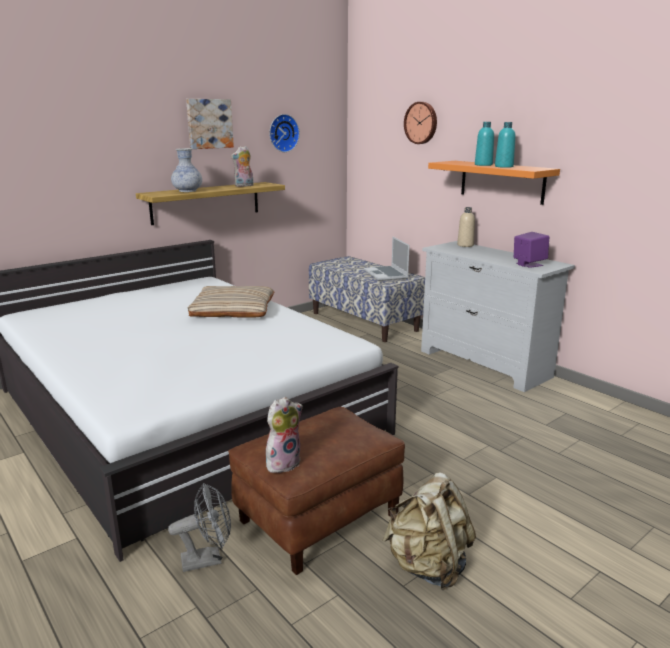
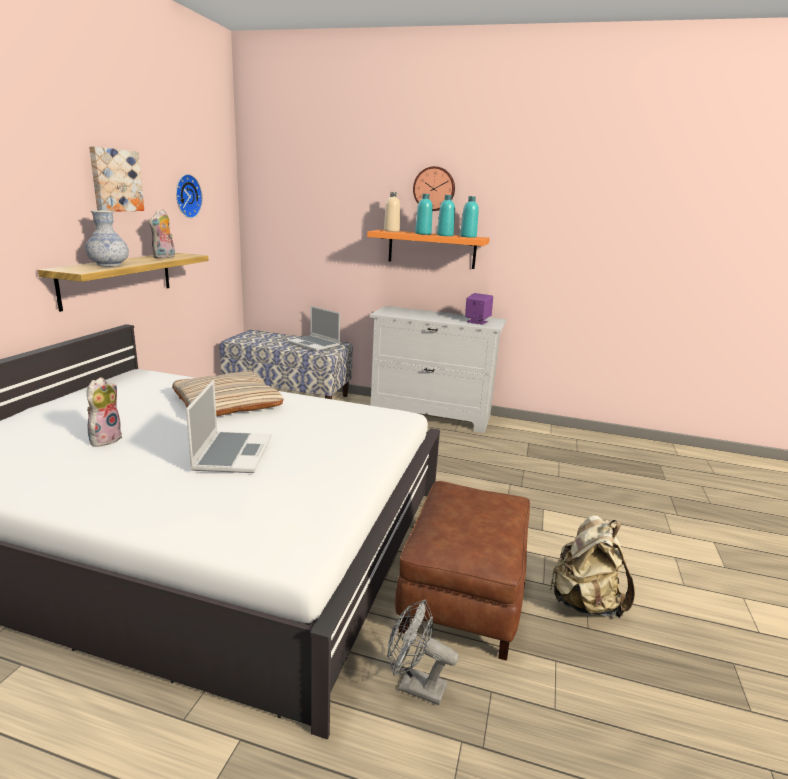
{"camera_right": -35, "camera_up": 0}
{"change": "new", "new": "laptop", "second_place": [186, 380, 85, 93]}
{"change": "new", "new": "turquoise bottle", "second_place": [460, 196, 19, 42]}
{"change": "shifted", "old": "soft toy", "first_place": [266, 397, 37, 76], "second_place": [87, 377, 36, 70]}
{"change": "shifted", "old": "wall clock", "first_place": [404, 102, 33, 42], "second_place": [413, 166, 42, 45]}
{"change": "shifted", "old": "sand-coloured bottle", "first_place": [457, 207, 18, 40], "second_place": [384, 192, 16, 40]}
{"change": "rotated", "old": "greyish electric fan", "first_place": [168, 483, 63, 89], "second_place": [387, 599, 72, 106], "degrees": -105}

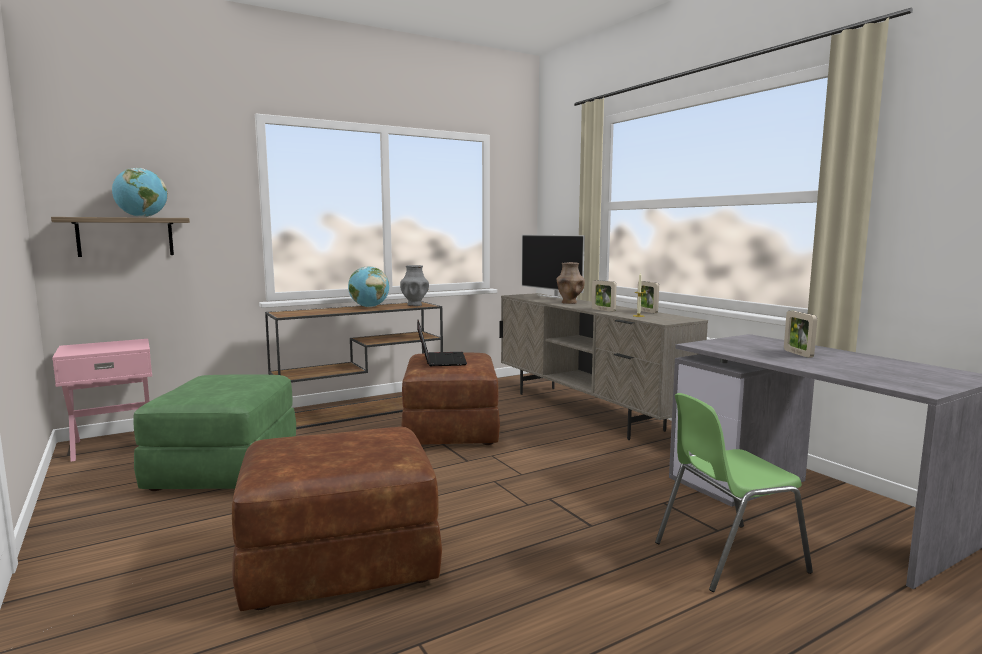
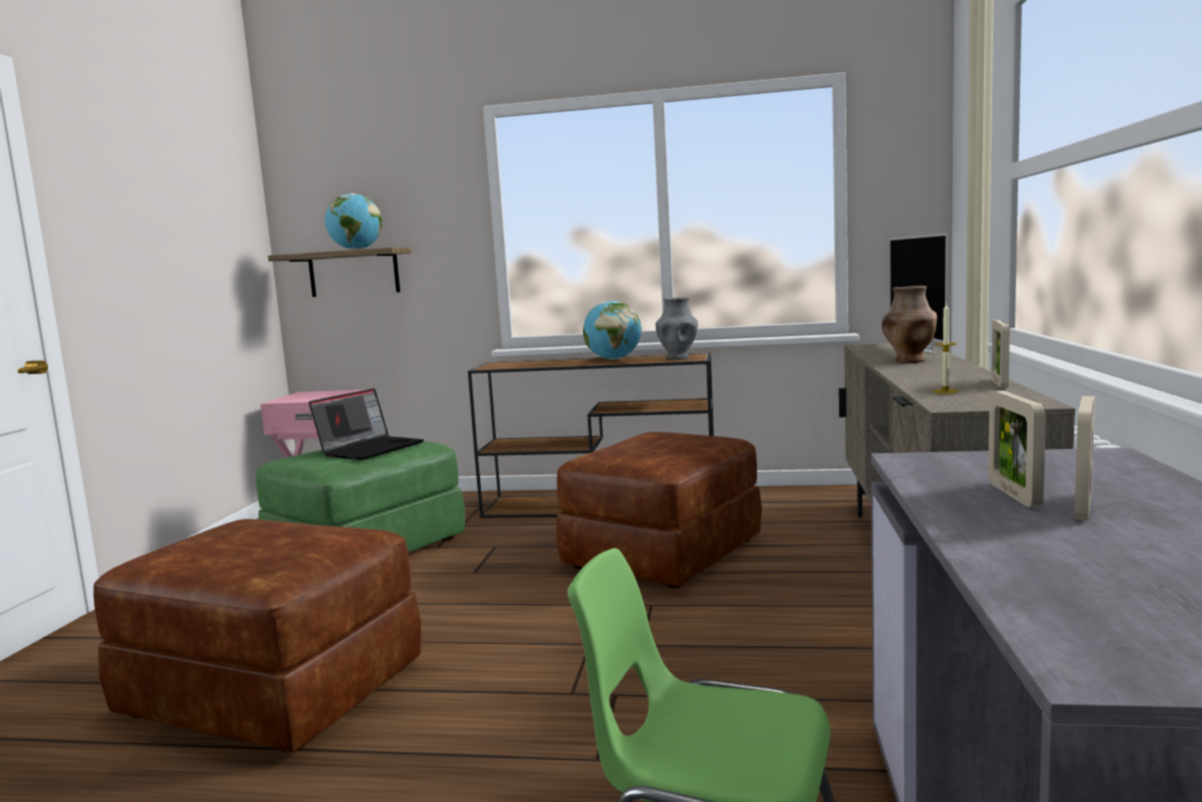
{"camera_right": 40, "camera_up": 0}
{"change": "shifted", "old": "laptop", "first_place": [417, 320, 50, 46], "second_place": [309, 388, 115, 72]}
{"change": "shifted", "old": "photo frame", "first_place": [592, 280, 25, 32], "second_place": [988, 391, 58, 116]}

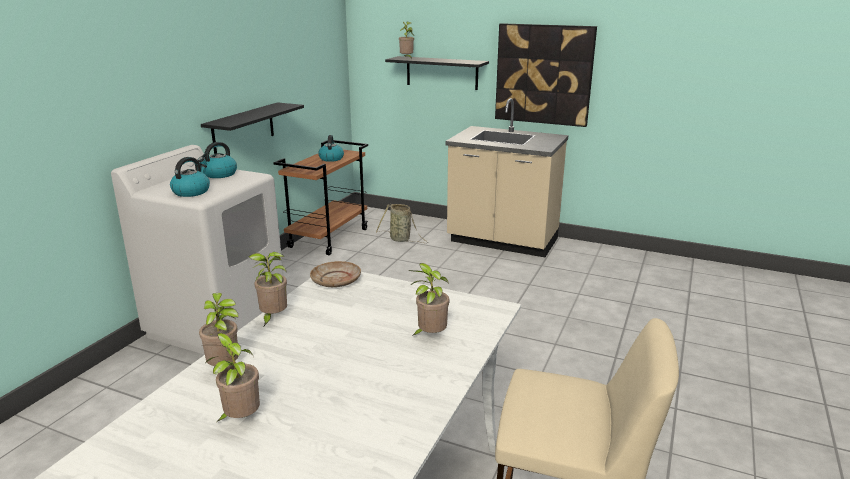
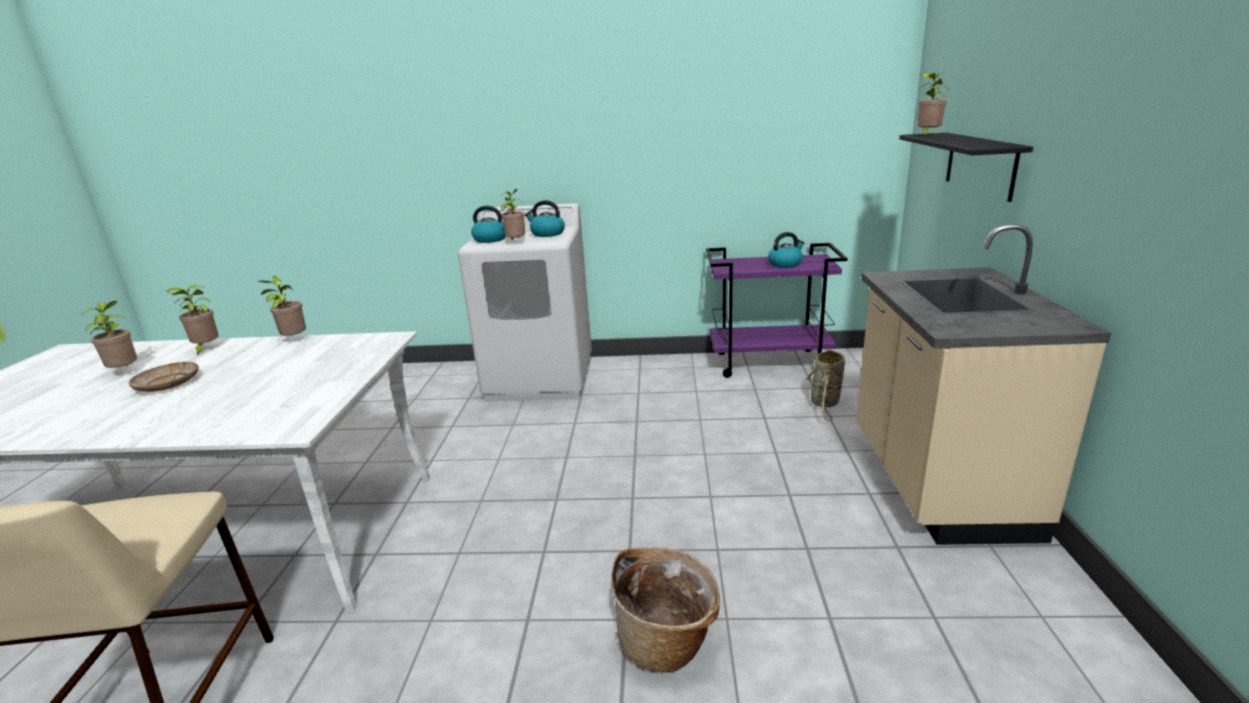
{"camera_right": 70, "camera_up": 0}
{"change": "gone", "old": "blackish wall shelf", "first_place": [201, 102, 103, 52]}
{"change": "gone", "old": "wall art", "first_place": [495, 23, 102, 104]}
{"change": "new", "new": "household basket", "second_place": [611, 547, 109, 126]}
{"change": "shifted", "old": "sand-coloured flat dish", "first_place": [310, 261, 51, 26], "second_place": [129, 362, 70, 30]}
{"change": "shifted", "old": "potted plant", "first_place": [409, 263, 40, 73], "second_place": [500, 189, 25, 51]}
{"change": "repainted", "old": "brown-coloured wheeled cart", "new": "purplish wheeled cart", "first_place": [273, 140, 95, 115], "second_place": [706, 243, 142, 135]}

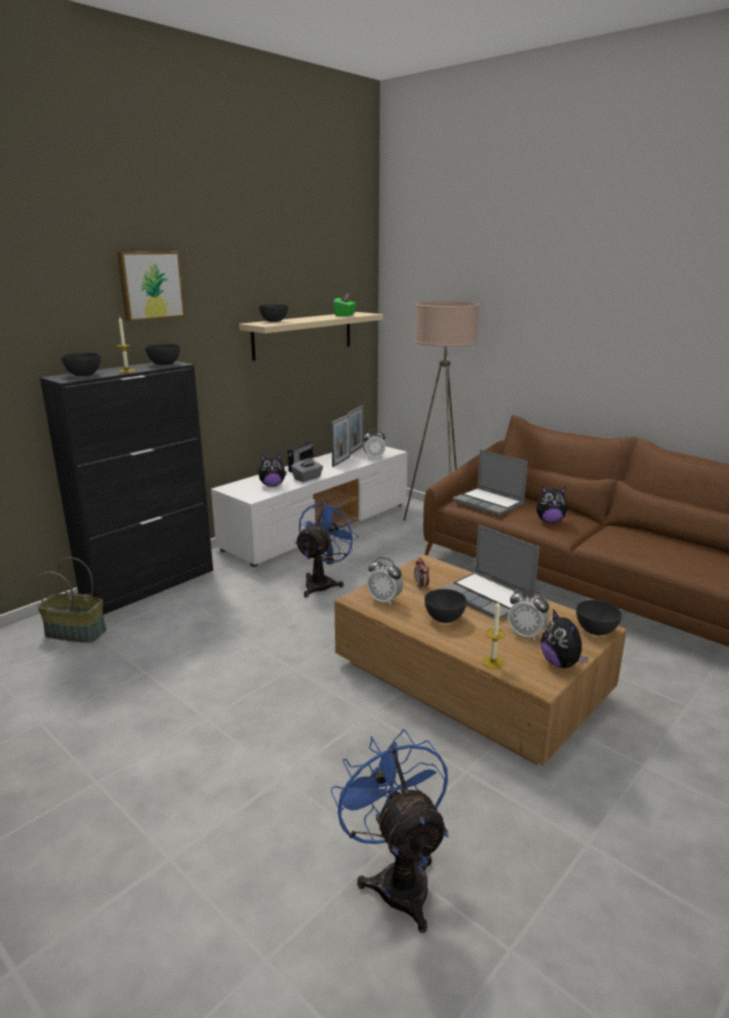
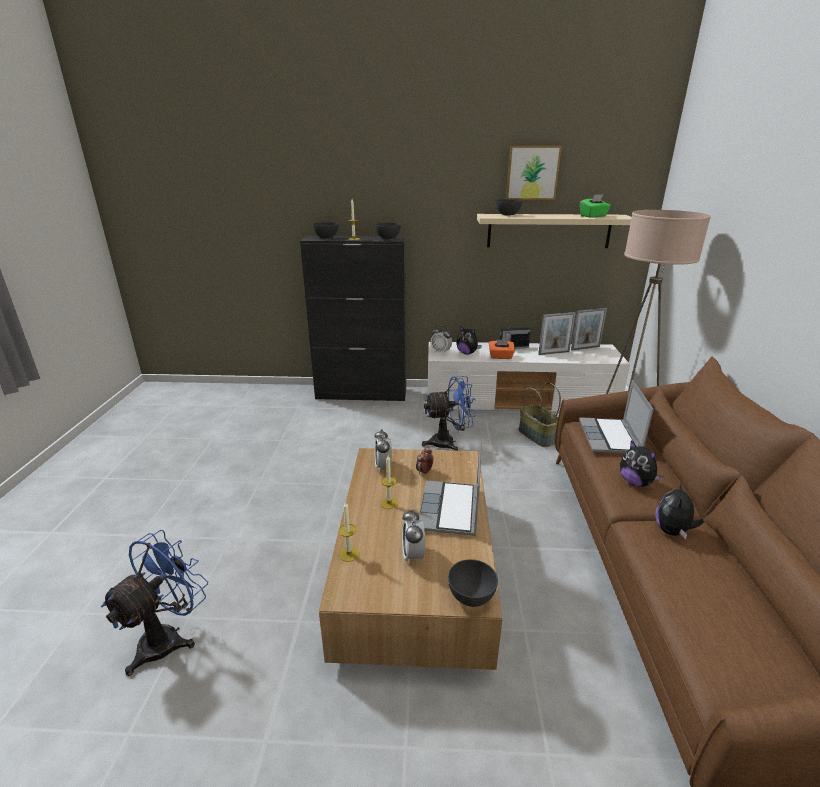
{"camera_right": 50, "camera_up": 5}
{"change": "shifted", "old": "household basket", "first_place": [37, 557, 69, 86], "second_place": [519, 383, 42, 64]}
{"change": "shifted", "old": "wall art", "first_place": [117, 252, 69, 69], "second_place": [506, 146, 56, 54]}
{"change": "shifted", "old": "alarm clock", "first_place": [363, 429, 23, 30], "second_place": [431, 326, 21, 29]}
{"change": "shifted", "old": "soft toy", "first_place": [541, 609, 48, 59], "second_place": [655, 482, 49, 57]}
{"change": "swapped", "old": "greyish bowl", "new": "wax candle", "first_place": [425, 589, 42, 34], "second_place": [380, 455, 18, 54]}
{"change": "repainted", "old": "greyish tissue holder", "new": "orange-coloured tissue holder", "first_place": [291, 457, 32, 25], "second_place": [488, 339, 27, 20]}

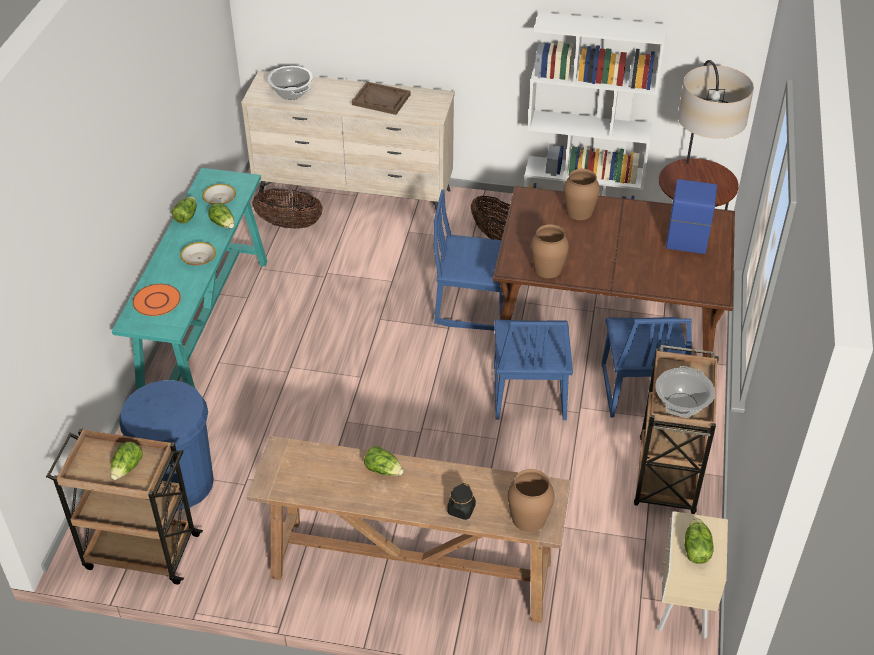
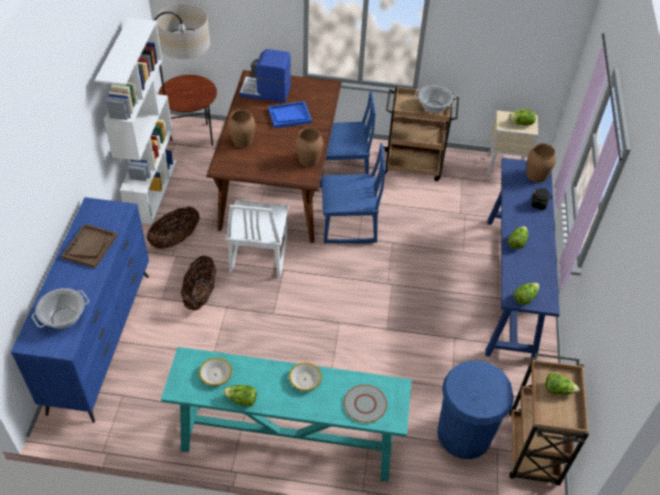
{"camera_right": -95, "camera_up": 5}
{"change": "new", "new": "blue-coloured serving tray", "second_place": [268, 101, 44, 27]}
{"change": "shifted", "old": "head of lettuce", "first_place": [208, 203, 26, 25], "second_place": [514, 283, 25, 21]}
{"change": "shifted", "old": "household basket", "first_place": [252, 188, 71, 41], "second_place": [181, 255, 35, 56]}
{"change": "repainted", "old": "orange-coloured flat dish", "new": "greyish flat dish", "first_place": [132, 284, 49, 32], "second_place": [344, 385, 43, 38]}
{"change": "repainted", "old": "sand-coloured dresser", "new": "blue-coloured dresser", "first_place": [241, 71, 214, 139], "second_place": [11, 197, 138, 226]}
{"change": "repainted", "old": "brown-coloured narrow table", "new": "blue-coloured narrow table", "first_place": [247, 436, 323, 187], "second_place": [485, 158, 75, 202]}
{"change": "repainted", "old": "blue-coloured plain chair", "new": "whitish plain chair", "first_place": [434, 190, 70, 141], "second_place": [226, 200, 63, 78]}

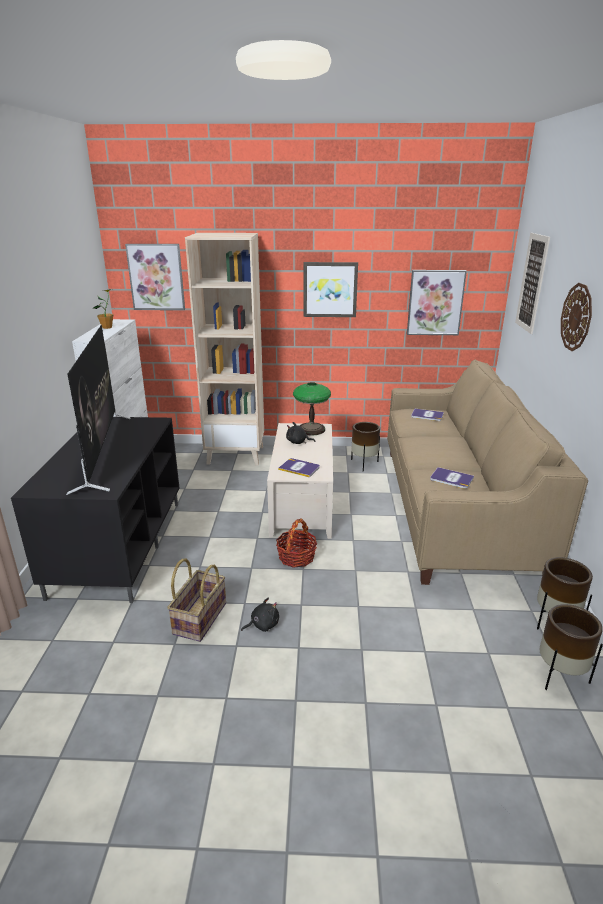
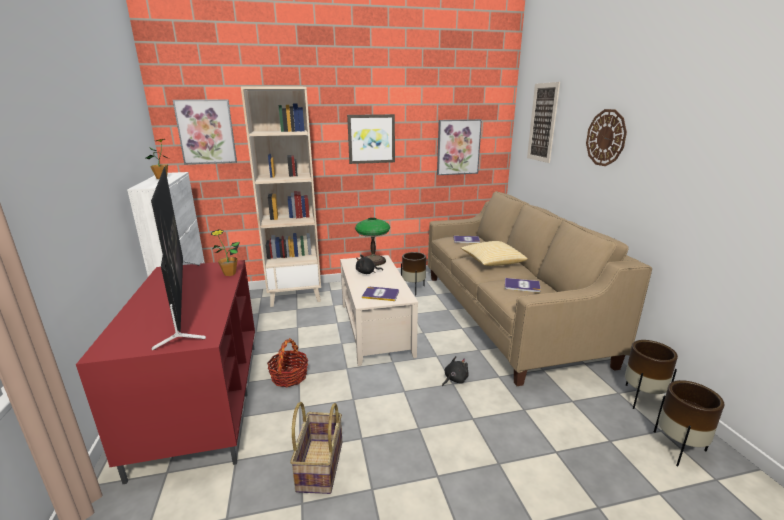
{"camera_right": -15, "camera_up": -5}
{"change": "new", "new": "potted plant", "second_place": [211, 229, 29, 47]}
{"change": "new", "new": "throw pillow", "second_place": [461, 241, 67, 25]}
{"change": "shifted", "old": "blackish soft toy", "first_place": [241, 598, 38, 34], "second_place": [442, 356, 27, 31]}
{"change": "shifted", "old": "household basket", "first_place": [276, 518, 41, 50], "second_place": [267, 338, 41, 49]}
{"change": "repainted", "old": "blackish media console", "new": "red-coloured media console", "first_place": [11, 417, 168, 186], "second_place": [76, 260, 179, 224]}

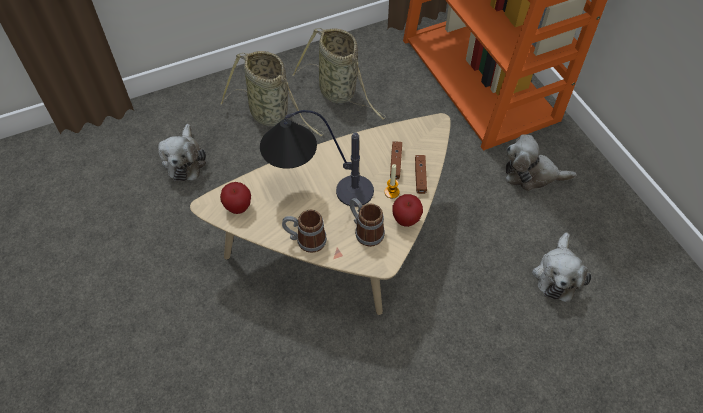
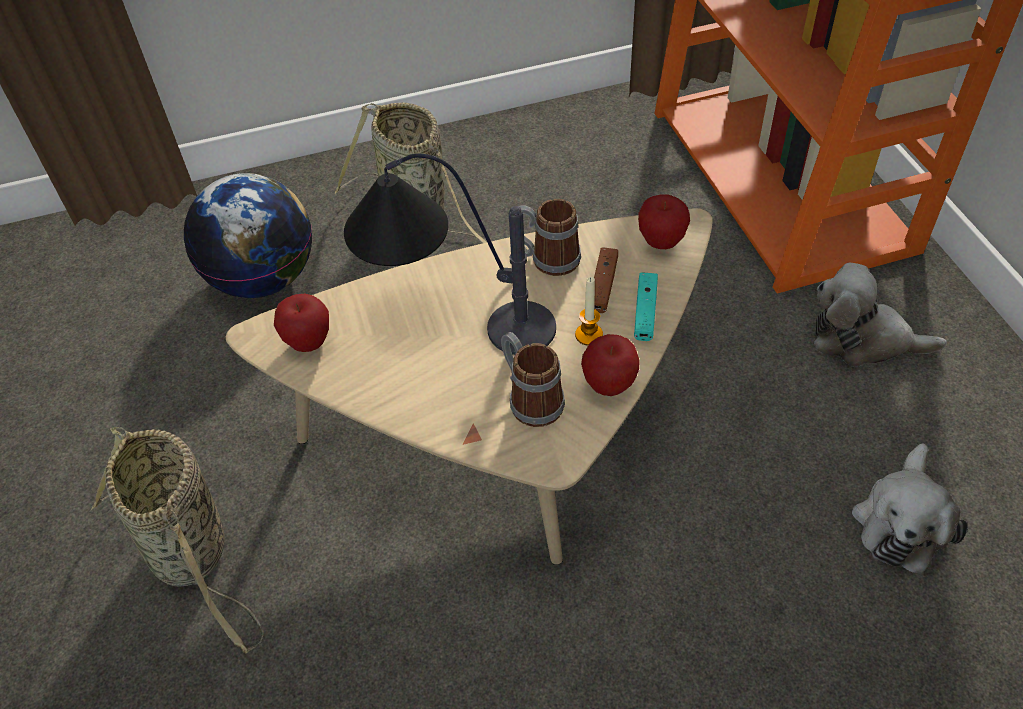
{"camera_right": 10, "camera_up": -5}
{"change": "new", "new": "apple fruit", "second_place": [638, 194, 52, 55]}
{"change": "shifted", "old": "mug", "first_place": [282, 210, 45, 43], "second_place": [518, 199, 63, 77]}
{"change": "shifted", "old": "household basket", "first_place": [292, 28, 94, 92], "second_place": [91, 427, 173, 226]}
{"change": "swapped", "old": "soft toy", "new": "globe", "first_place": [158, 124, 48, 57], "second_place": [184, 173, 128, 125]}
{"change": "repainted", "old": "brown-coloured game controller", "new": "turquoise game controller", "first_place": [415, 155, 12, 39], "second_place": [634, 272, 24, 69]}

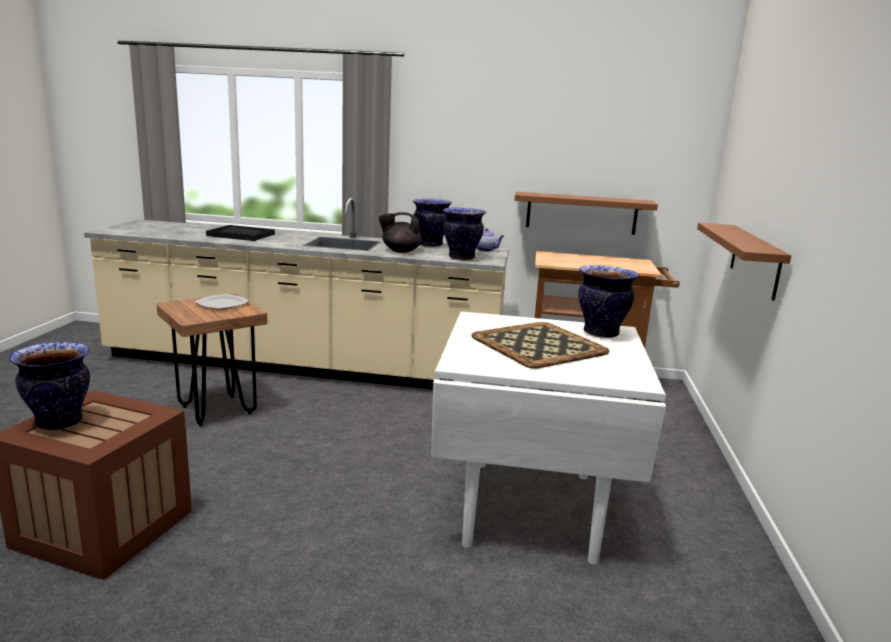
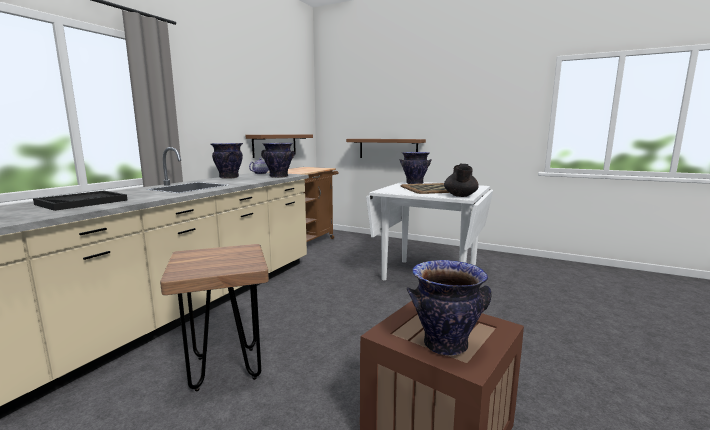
{"camera_right": -70, "camera_up": -5}
{"change": "gone", "old": "flat dish", "first_place": [194, 294, 56, 16]}
{"change": "shifted", "old": "blackish tea pot", "first_place": [378, 212, 44, 41], "second_place": [444, 164, 35, 33]}

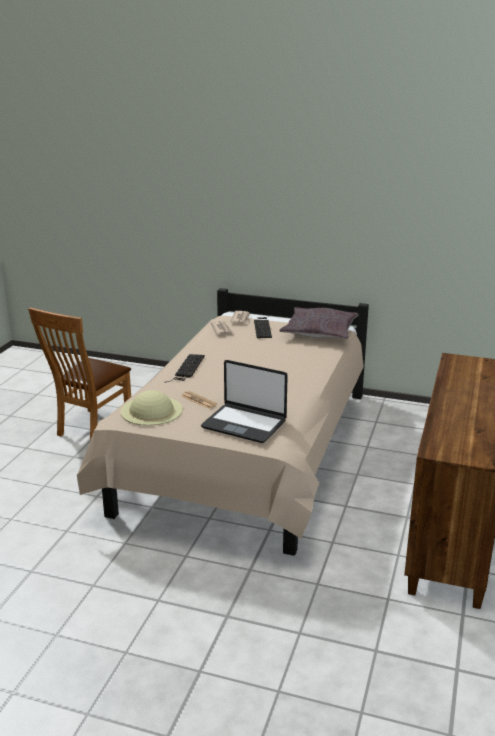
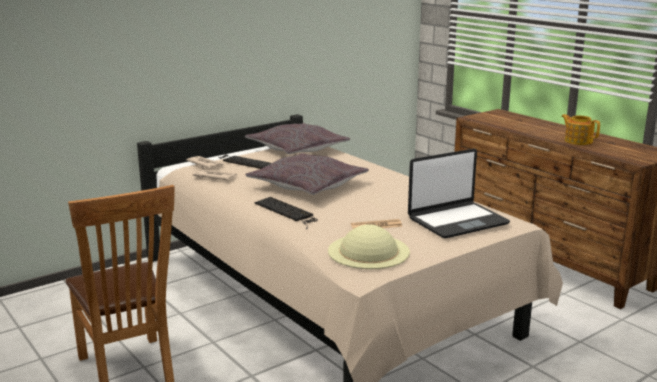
{"camera_right": -55, "camera_up": -5}
{"change": "new", "new": "greyish throw pillow", "second_place": [245, 153, 124, 42]}
{"change": "new", "new": "tea pot", "second_place": [561, 114, 39, 31]}

